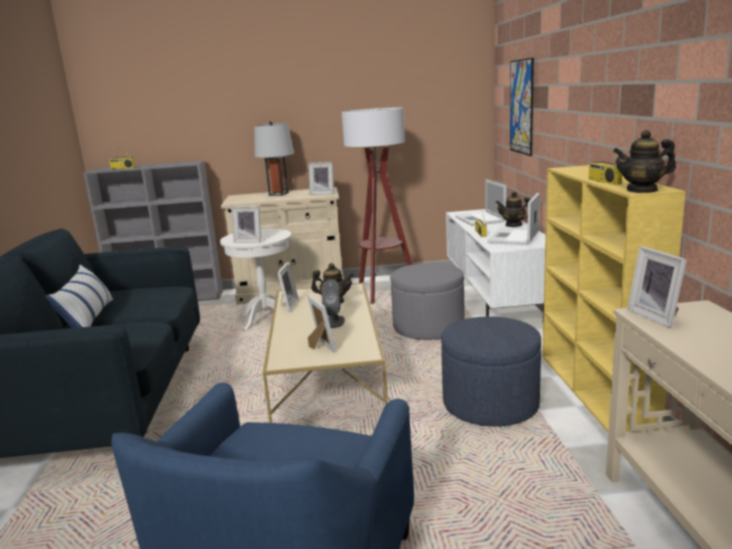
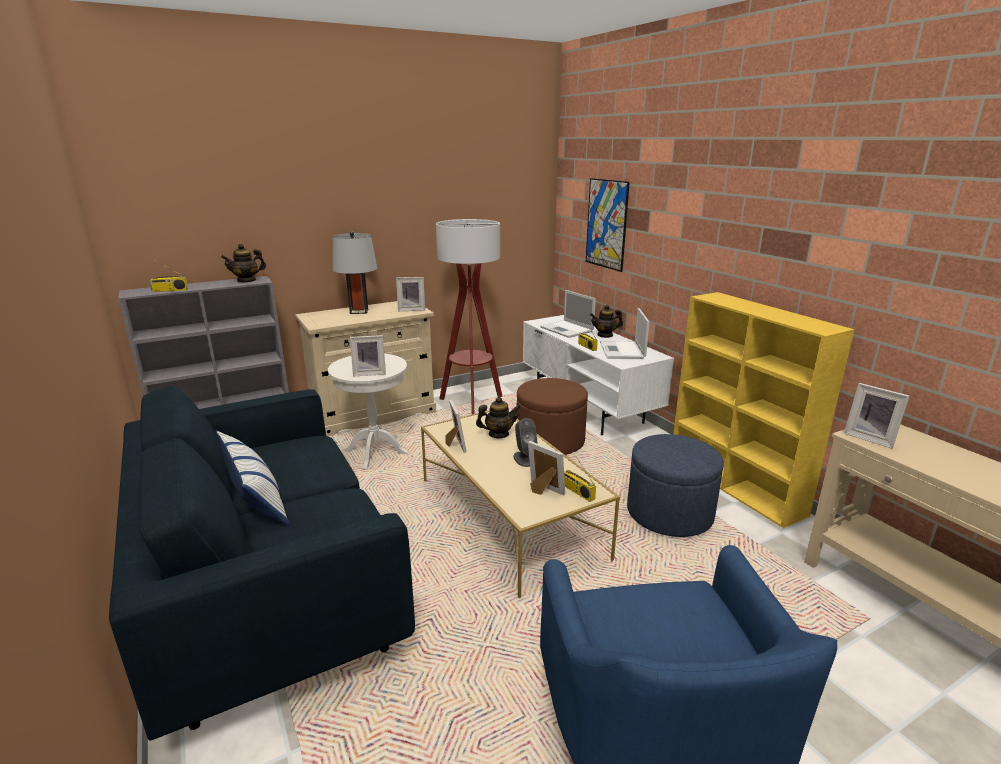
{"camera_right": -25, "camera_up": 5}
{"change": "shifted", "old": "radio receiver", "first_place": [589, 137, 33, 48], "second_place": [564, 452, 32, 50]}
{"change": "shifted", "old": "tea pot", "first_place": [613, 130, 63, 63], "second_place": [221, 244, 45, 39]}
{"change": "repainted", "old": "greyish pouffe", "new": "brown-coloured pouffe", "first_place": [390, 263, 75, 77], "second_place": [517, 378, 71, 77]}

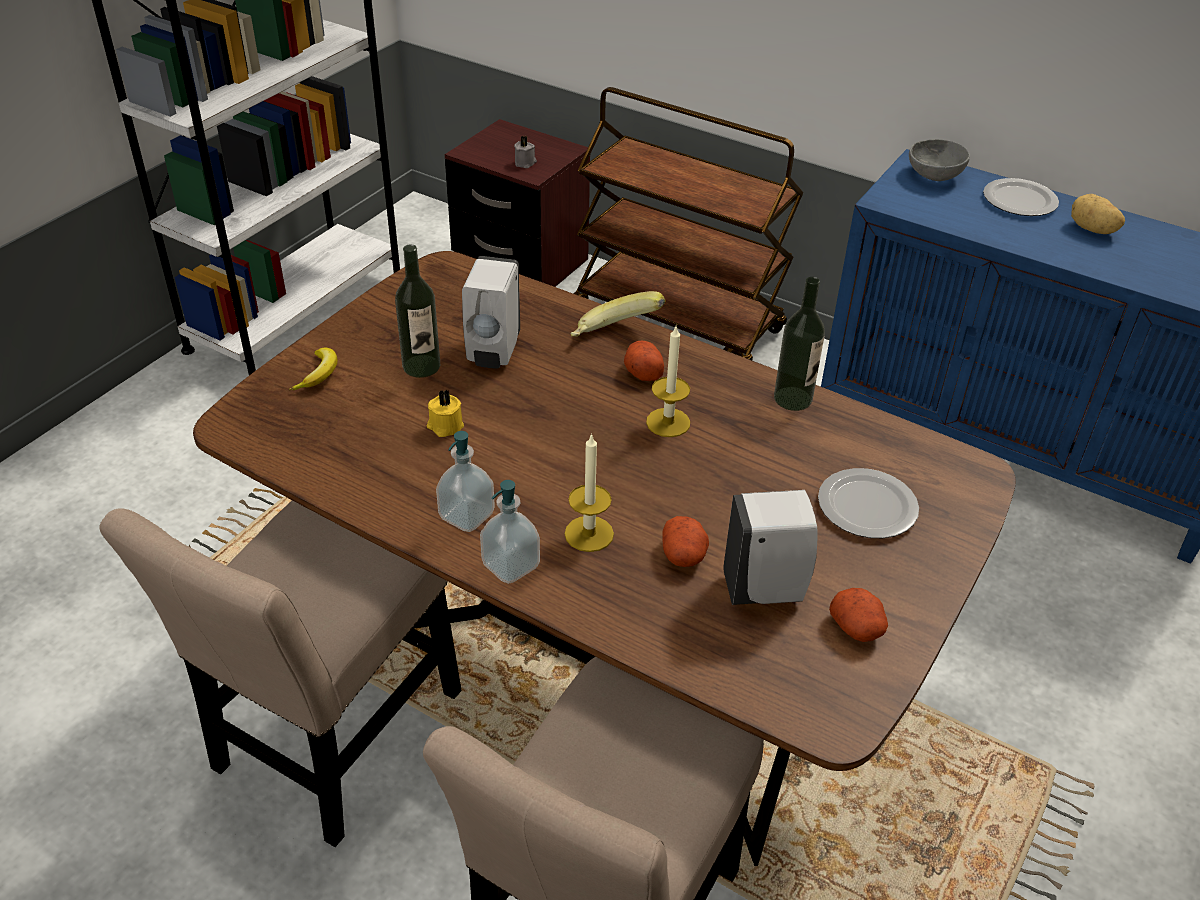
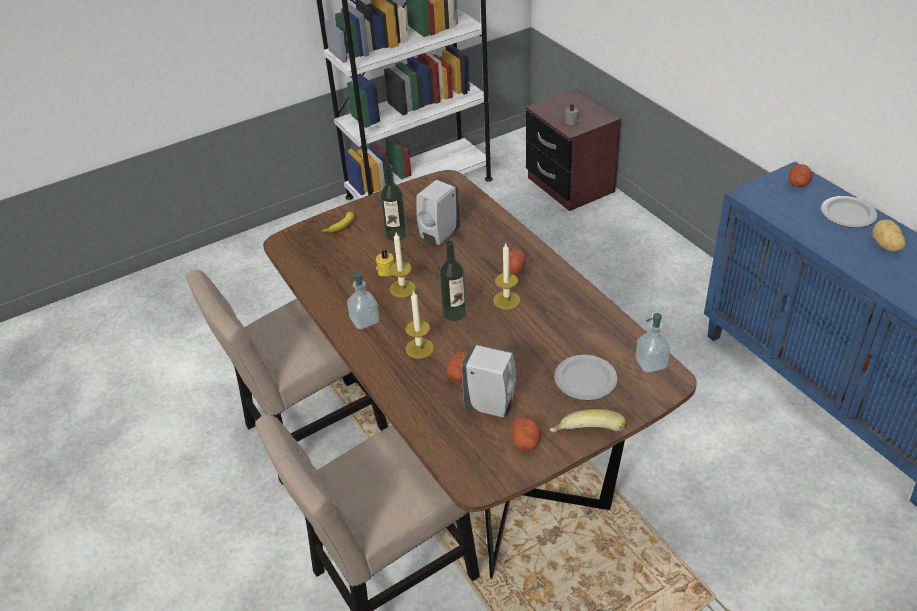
{"camera_right": 30, "camera_up": 0}
{"change": "gone", "old": "brown-coloured wheeled cart", "first_place": [574, 87, 230, 273]}
{"change": "new", "new": "wax candle", "second_place": [389, 233, 27, 64]}
{"change": "shifted", "old": "liquid soap bottle", "first_place": [480, 480, 60, 104], "second_place": [635, 313, 35, 60]}
{"change": "shifted", "old": "banana", "first_place": [570, 291, 95, 46], "second_place": [550, 409, 77, 24]}
{"change": "shifted", "old": "bottle", "first_place": [774, 277, 51, 134], "second_place": [439, 240, 28, 81]}
{"change": "swapped", "old": "greyish bowl", "new": "whole potato", "first_place": [909, 139, 61, 42], "second_place": [788, 164, 25, 23]}

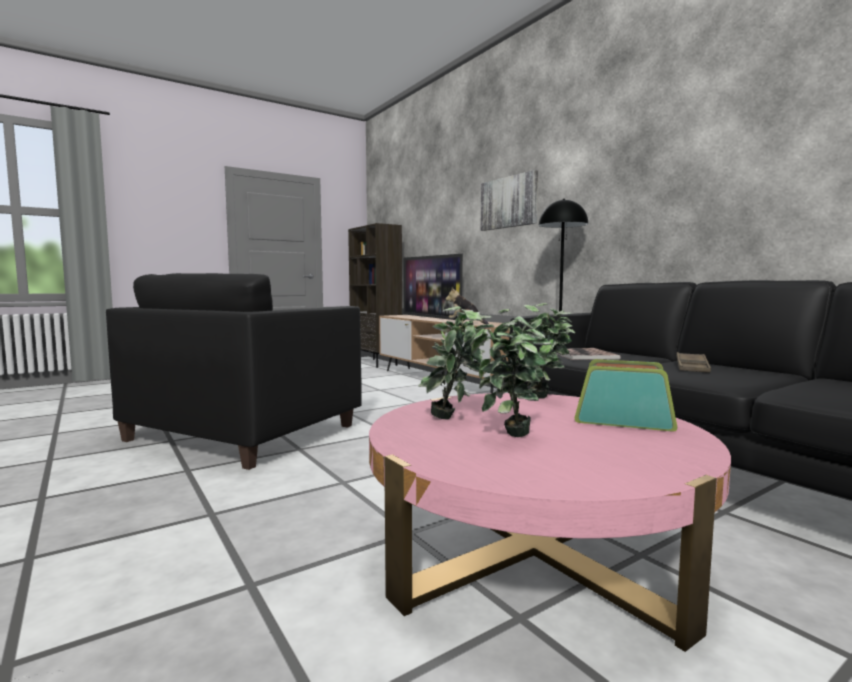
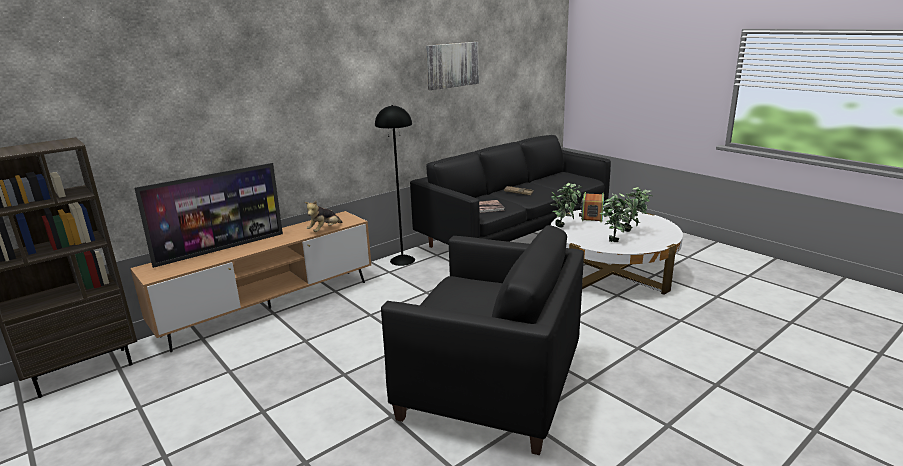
{"camera_right": -95, "camera_up": 15}
{"change": "shifted", "old": "wall art", "first_place": [480, 170, 58, 61], "second_place": [426, 42, 53, 48]}
{"change": "repainted", "old": "pink coffee table", "new": "whitish coffee table", "first_place": [369, 393, 362, 259], "second_place": [551, 208, 132, 87]}

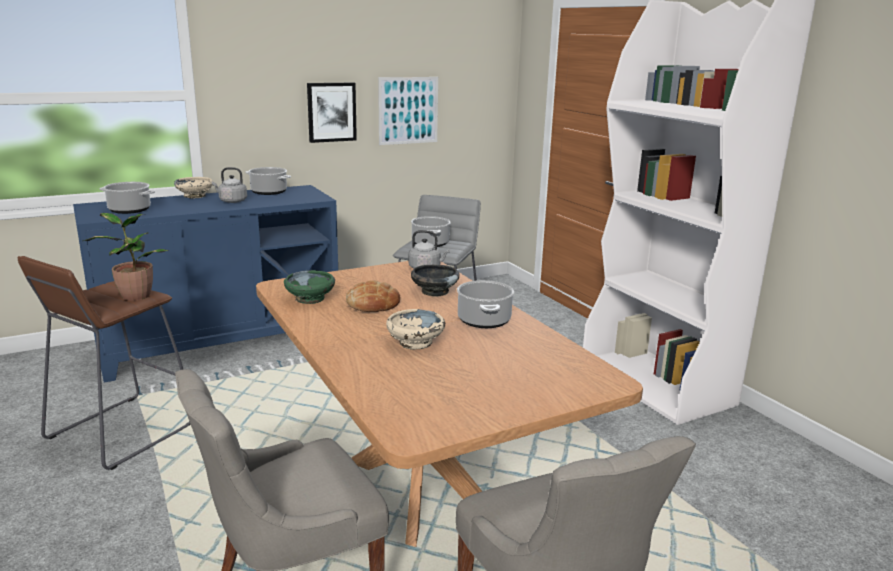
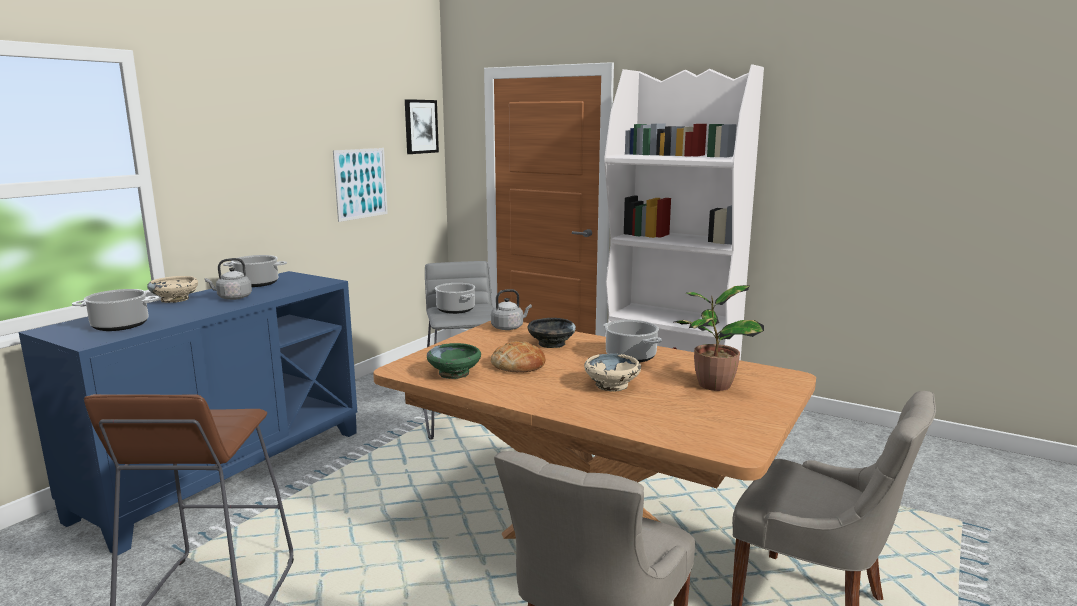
{"camera_right": -30, "camera_up": -5}
{"change": "shifted", "old": "potted plant", "first_place": [83, 213, 86, 88], "second_place": [674, 285, 90, 106]}
{"change": "shifted", "old": "wall art", "first_place": [307, 83, 50, 60], "second_place": [405, 99, 34, 55]}

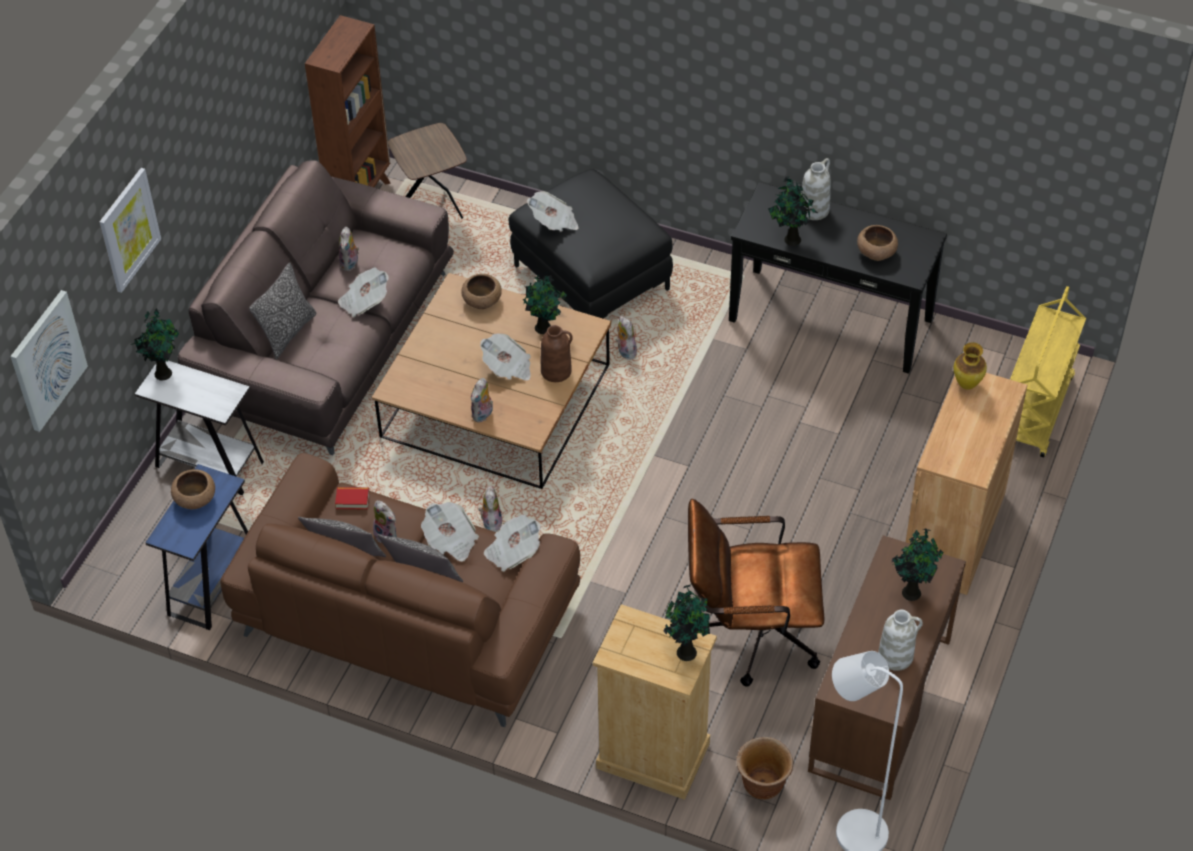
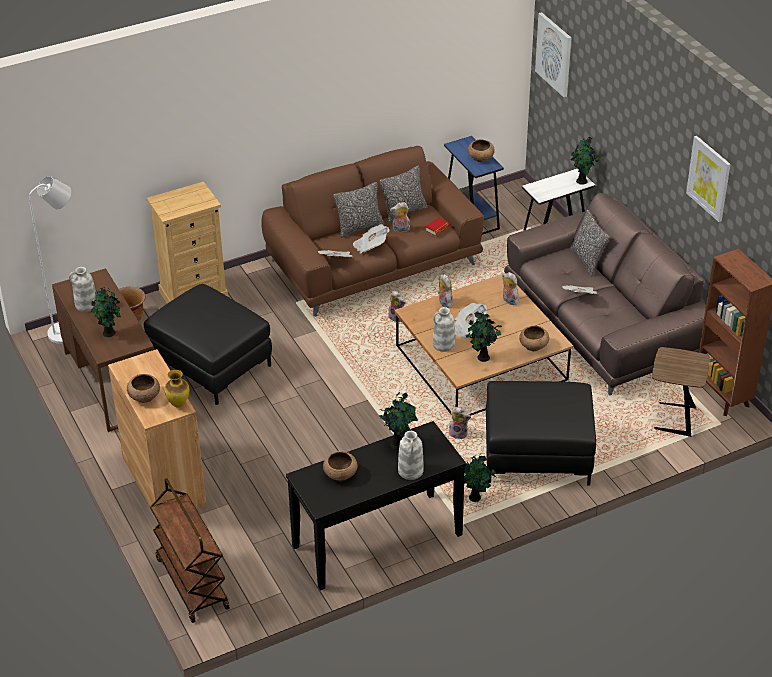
{"camera_right": 130, "camera_up": -10}
{"change": "gone", "old": "printed paper", "first_place": [527, 191, 52, 41]}
{"change": "new", "new": "brown-coloured bowl", "second_place": [127, 374, 33, 29]}
{"change": "shifted", "old": "wall art", "first_place": [99, 168, 62, 125], "second_place": [686, 136, 45, 86]}
{"change": "shifted", "old": "soft toy", "first_place": [339, 227, 20, 45], "second_place": [502, 272, 18, 33]}
{"change": "shifted", "old": "potted plant", "first_place": [663, 584, 47, 77], "second_place": [464, 453, 32, 49]}
{"change": "swapped", "old": "brown-coloured desk chair", "new": "blackish pouffe", "first_place": [688, 499, 136, 187], "second_place": [144, 284, 128, 121]}
{"change": "repainted", "old": "brown-coloured vase", "new": "whitish vase", "first_place": [541, 325, 32, 57], "second_place": [433, 307, 22, 45]}
{"change": "repainted", "old": "yellow-coloured wheeled cart", "new": "brown-coloured wheeled cart", "first_place": [1010, 286, 76, 171], "second_place": [150, 478, 80, 145]}

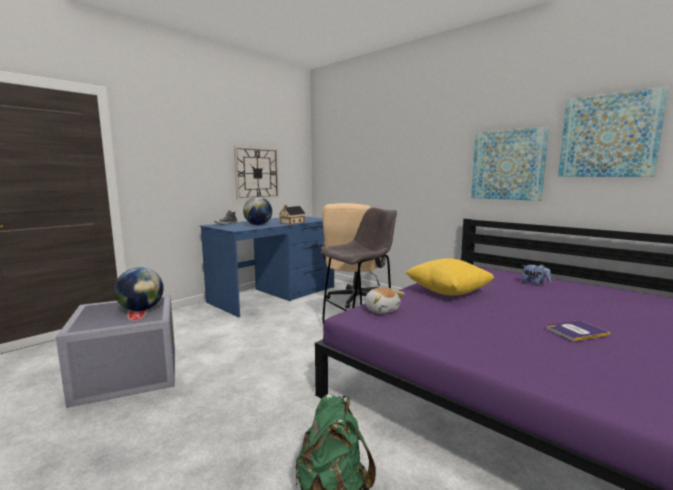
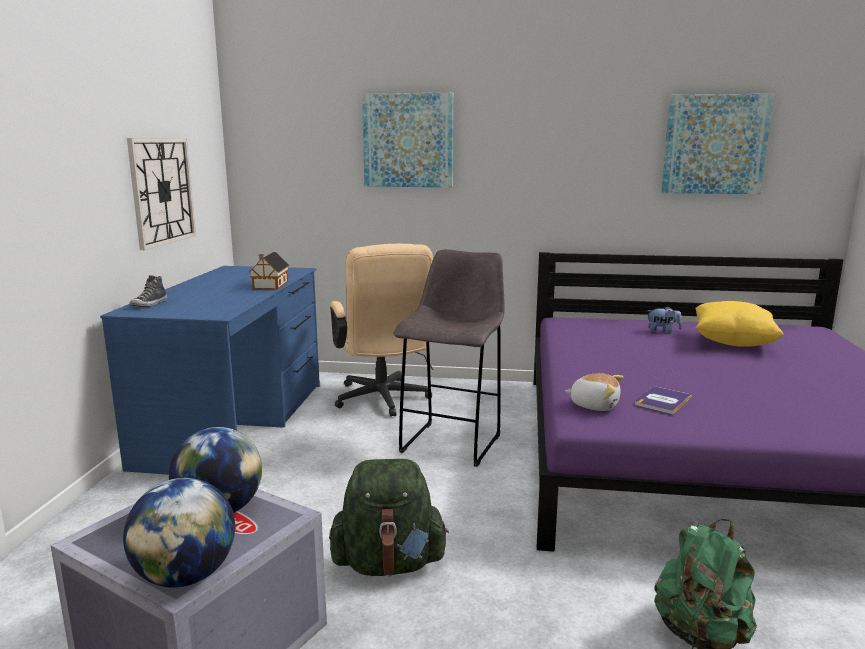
{"camera_right": -35, "camera_up": 5}
{"change": "new", "new": "green knapsack", "second_place": [329, 459, 120, 117]}
{"change": "shifted", "old": "globe", "first_place": [243, 197, 29, 28], "second_place": [123, 478, 112, 110]}
{"change": "shifted", "old": "yellow-coloured throw pillow", "first_place": [406, 258, 89, 37], "second_place": [696, 301, 88, 46]}
{"change": "shifted", "old": "wall art", "first_place": [471, 127, 78, 74], "second_place": [362, 93, 91, 94]}
{"change": "shifted", "old": "book", "first_place": [547, 320, 63, 21], "second_place": [635, 387, 57, 27]}

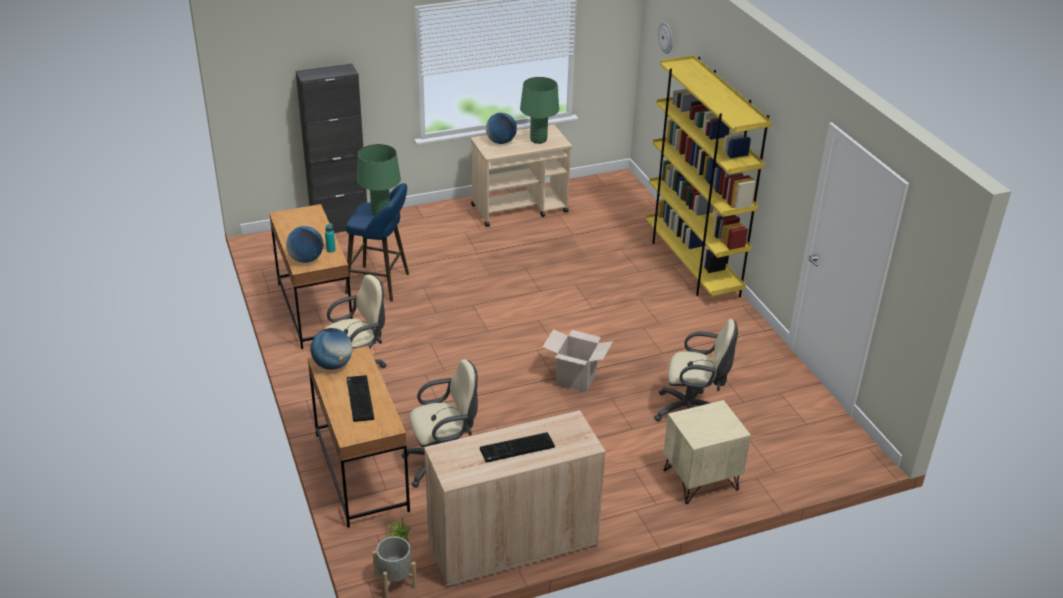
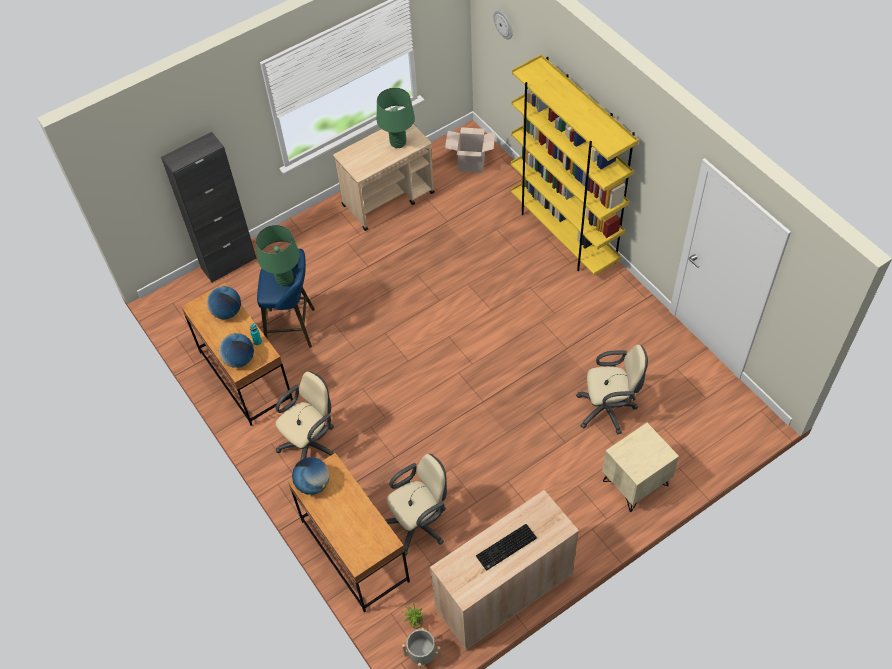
{"camera_right": -10, "camera_up": 20}
{"change": "gone", "old": "computer keyboard", "first_place": [347, 375, 27, 47]}
{"change": "shifted", "old": "globe", "first_place": [486, 113, 31, 31], "second_place": [207, 286, 34, 34]}
{"change": "shifted", "old": "cardboard box", "first_place": [543, 329, 70, 63], "second_place": [445, 127, 51, 46]}

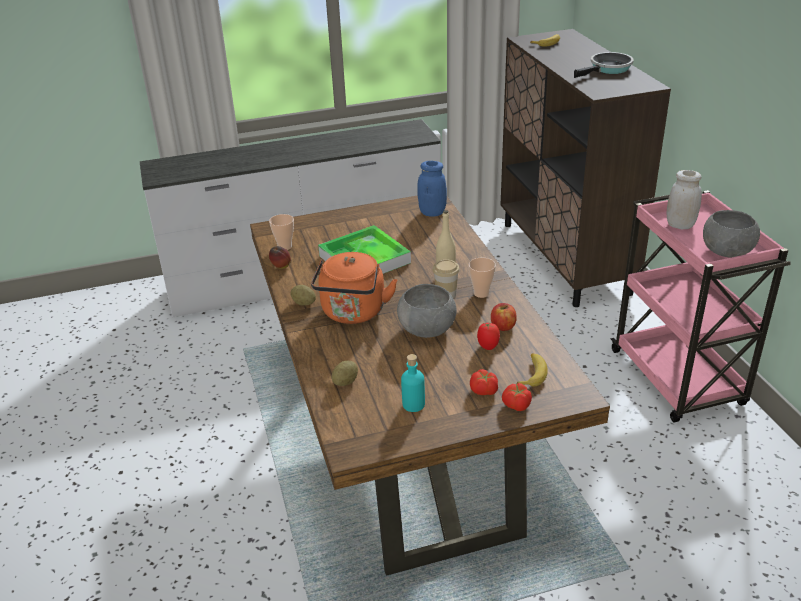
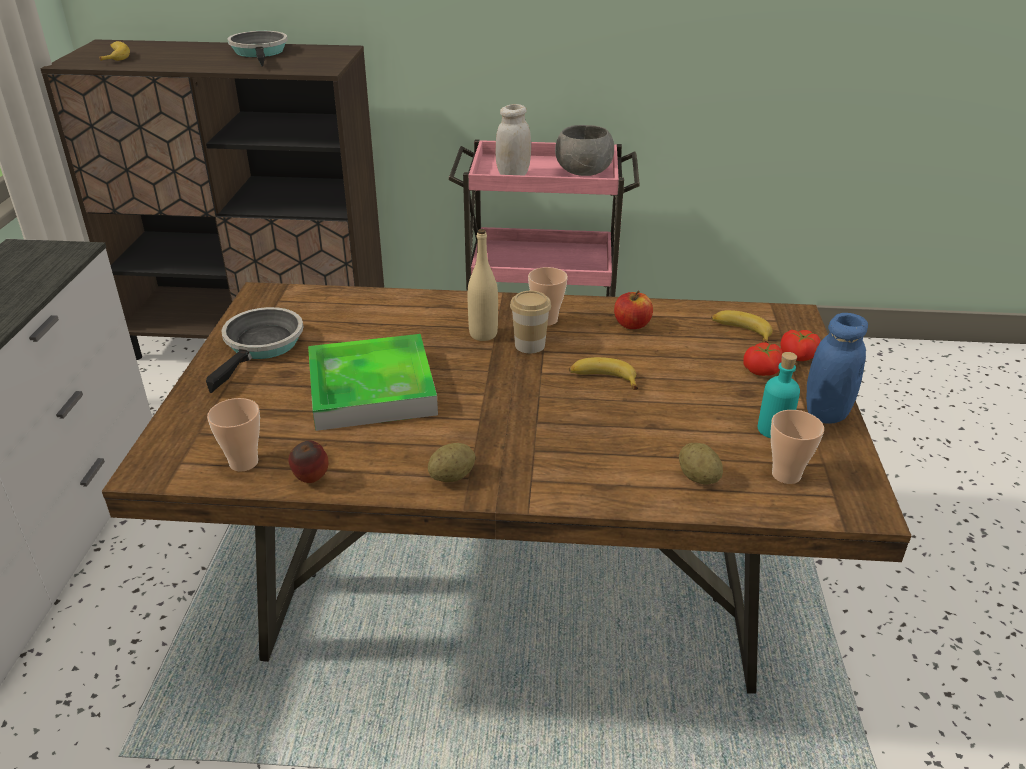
{"camera_right": -70, "camera_up": 0}
{"change": "gone", "old": "orange-coloured kettle", "first_place": [311, 252, 87, 72]}
{"change": "gone", "old": "fresh tomato", "first_place": [477, 323, 23, 27]}
{"change": "new", "new": "pan", "second_place": [206, 307, 97, 86]}
{"change": "new", "new": "small cup", "second_place": [771, 410, 53, 74]}
{"change": "shifted", "old": "blue-coloured jar", "first_place": [417, 161, 30, 56], "second_place": [806, 313, 62, 111]}
{"change": "swapped", "old": "greyish bowl", "new": "banana", "first_place": [397, 284, 60, 54], "second_place": [569, 357, 69, 33]}

